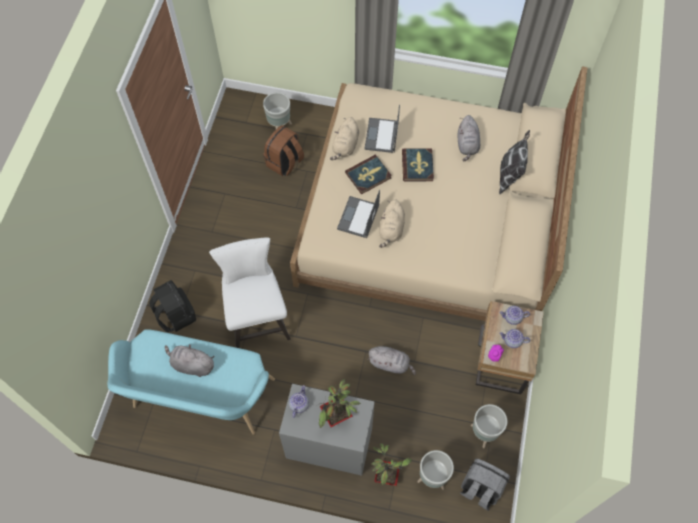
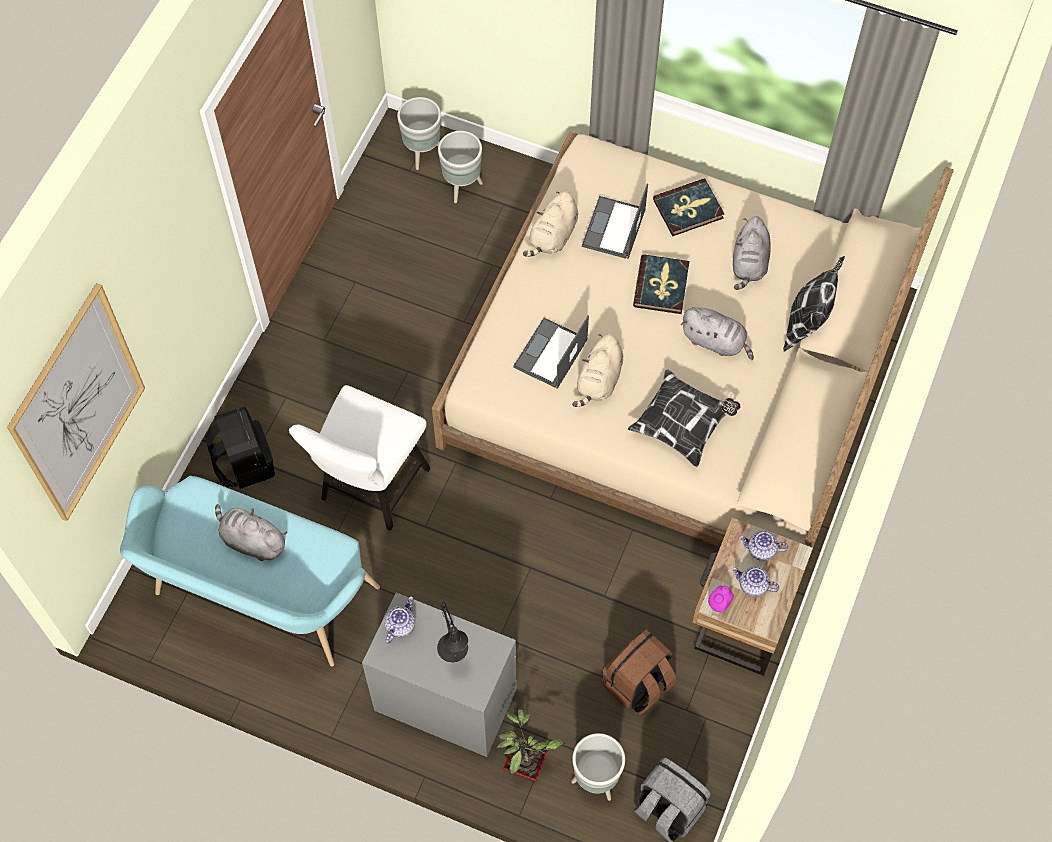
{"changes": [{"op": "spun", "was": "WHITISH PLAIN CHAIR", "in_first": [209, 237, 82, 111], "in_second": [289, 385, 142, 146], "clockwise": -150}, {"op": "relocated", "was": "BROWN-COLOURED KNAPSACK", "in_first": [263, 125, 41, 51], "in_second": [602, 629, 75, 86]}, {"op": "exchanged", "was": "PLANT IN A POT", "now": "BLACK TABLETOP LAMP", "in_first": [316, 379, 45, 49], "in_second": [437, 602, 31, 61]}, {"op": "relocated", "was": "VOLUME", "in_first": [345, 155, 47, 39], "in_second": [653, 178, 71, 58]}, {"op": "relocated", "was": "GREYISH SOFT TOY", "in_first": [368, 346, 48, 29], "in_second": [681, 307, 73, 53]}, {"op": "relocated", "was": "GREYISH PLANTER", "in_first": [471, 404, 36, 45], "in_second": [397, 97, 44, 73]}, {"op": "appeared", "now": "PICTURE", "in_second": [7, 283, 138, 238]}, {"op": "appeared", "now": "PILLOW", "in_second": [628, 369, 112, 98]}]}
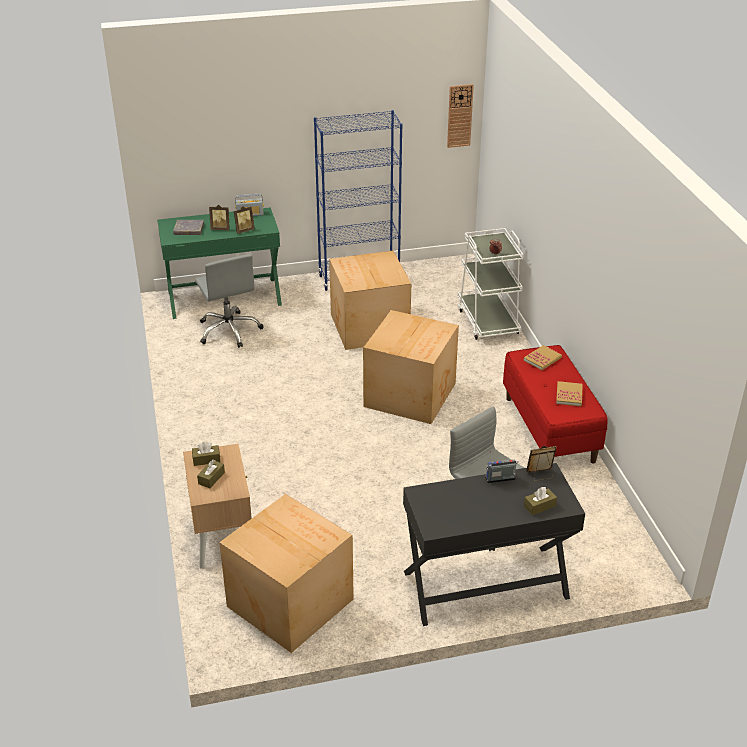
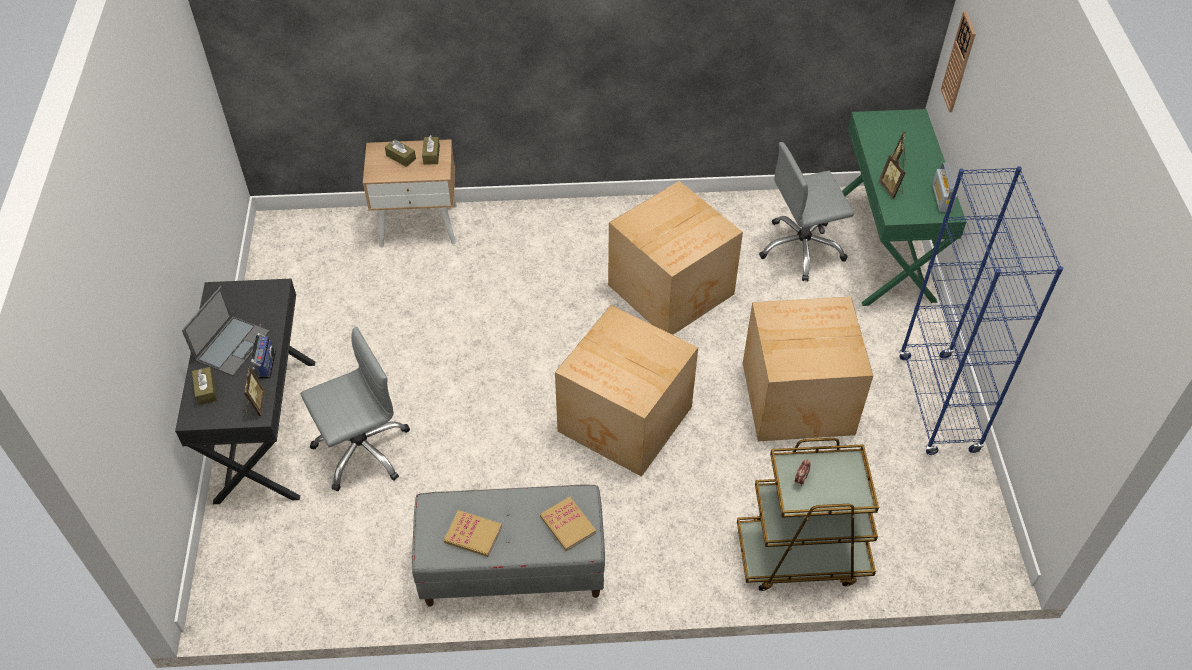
{"changes": [{"op": "missing", "was": "GREYISH VOLUME", "in_first": [173, 220, 31, 15]}, {"op": "relocated", "was": "CARDBOARD BOX", "in_first": [219, 494, 135, 159], "in_second": [608, 181, 135, 154]}, {"op": "relocated", "was": "HANGING CLOCK", "in_first": [447, 84, 27, 64], "in_second": [941, 11, 35, 101]}, {"op": "colour", "was": "WHITISH TROLLEY", "now": "BROWN-COLOURED TROLLEY", "in_first": [457, 228, 66, 112], "in_second": [737, 438, 142, 153]}, {"op": "colour", "was": "RED BENCH", "now": "GREYISH BENCH", "in_first": [503, 345, 105, 119], "in_second": [412, 485, 193, 122]}, {"op": "appeared", "now": "PORTABLE COMPUTER", "in_second": [182, 286, 88, 90]}]}
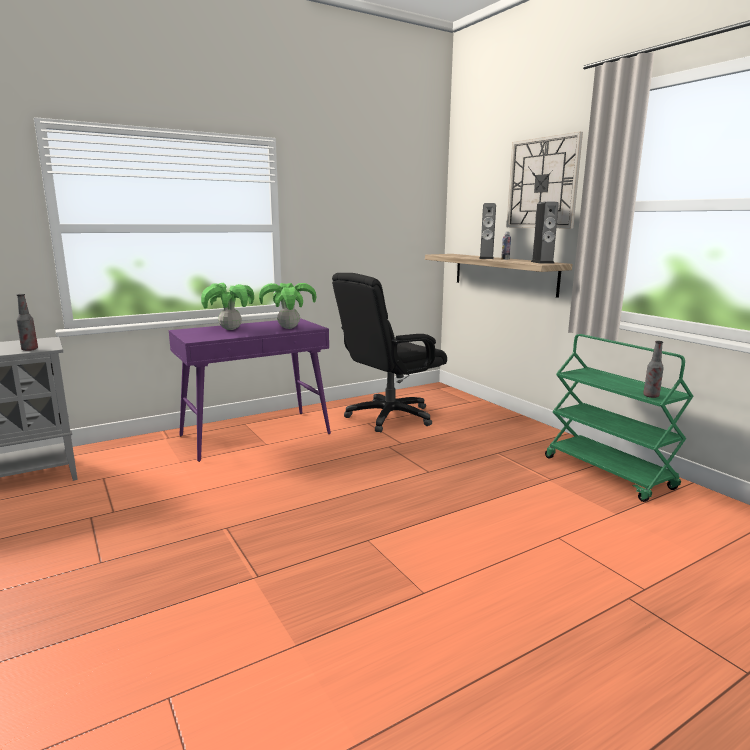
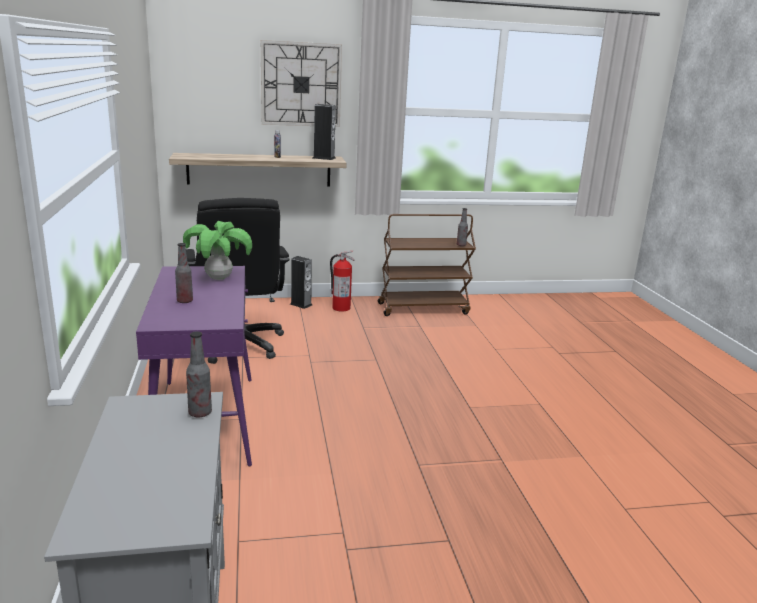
{"changes": [{"op": "exchanged", "was": "PLANT IN A POT", "now": "BEVERAGE BOTTLE", "in_first": [201, 283, 53, 47], "in_second": [175, 243, 18, 60]}, {"op": "relocated", "was": "LOUDSPEAKER", "in_first": [479, 203, 17, 56], "in_second": [290, 256, 22, 53]}, {"op": "colour", "was": "GREEN-COLOURED TROLLEY", "now": "BROWN-COLOURED TROLLEY", "in_first": [545, 334, 148, 168], "in_second": [378, 214, 98, 102]}, {"op": "appeared", "now": "FIRE EXTINGUISHER", "in_second": [330, 251, 24, 61]}]}
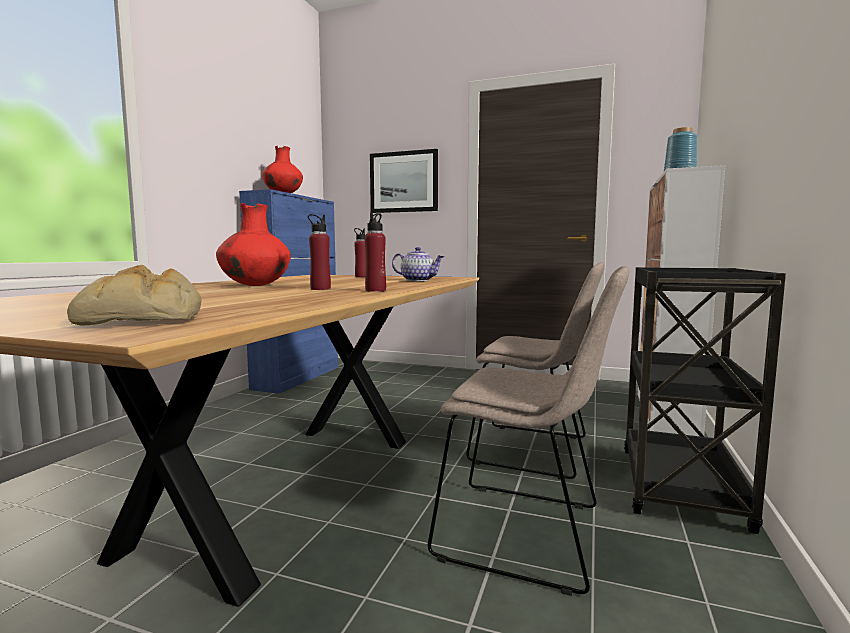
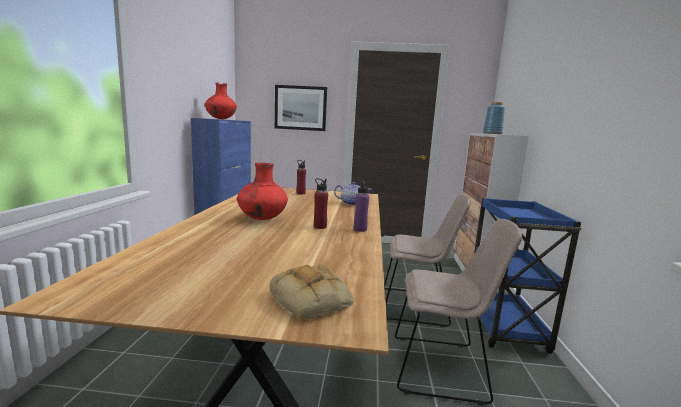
{"changes": [{"op": "colour", "was": "RED BEVERAGE BOTTLE", "now": "PURPLE BEVERAGE BOTTLE", "in_first": [365, 213, 21, 79], "in_second": [354, 180, 15, 52]}, {"op": "colour", "was": "BLACK TROLLEY", "now": "BLUISH TROLLEY", "in_first": [624, 267, 162, 267], "in_second": [474, 198, 107, 155]}]}
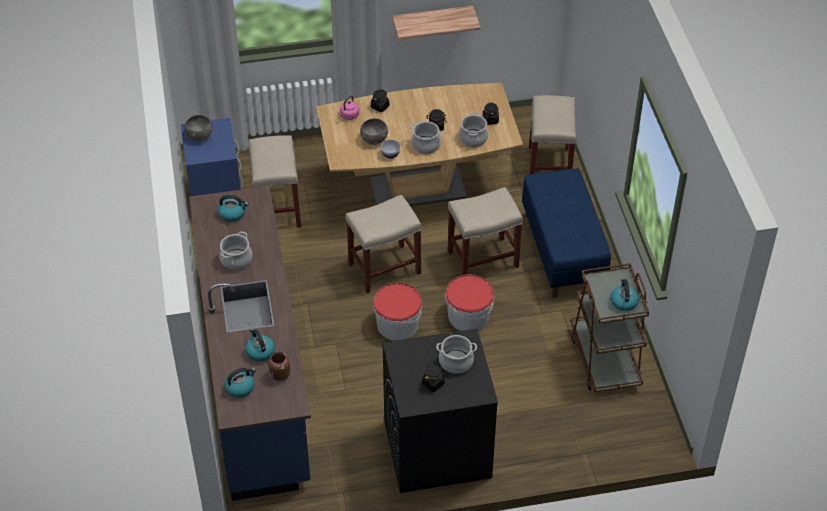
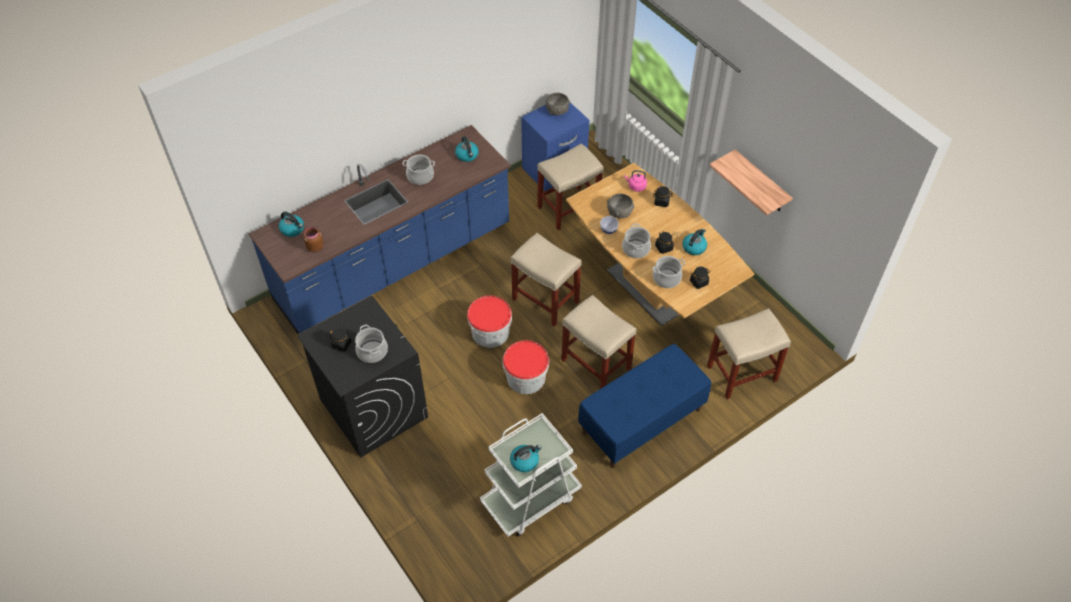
{"changes": [{"op": "relocated", "was": "TEA KETTLE", "in_first": [245, 328, 30, 34], "in_second": [682, 229, 25, 26]}, {"op": "colour", "was": "BROWN-COLOURED TROLLEY", "now": "WHITISH TROLLEY", "in_first": [570, 263, 79, 130], "in_second": [480, 413, 102, 124]}]}
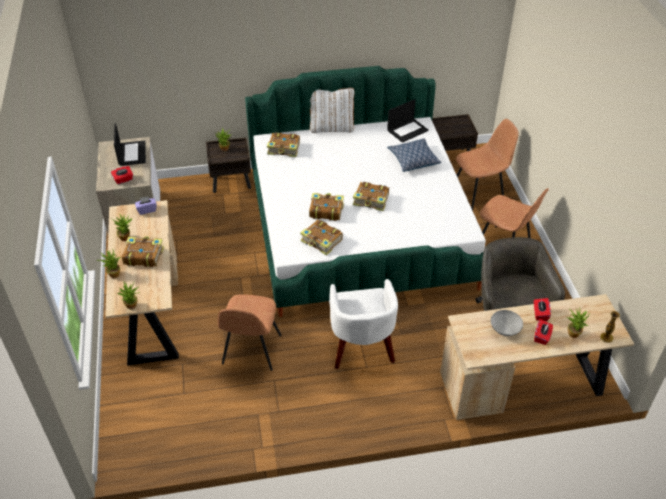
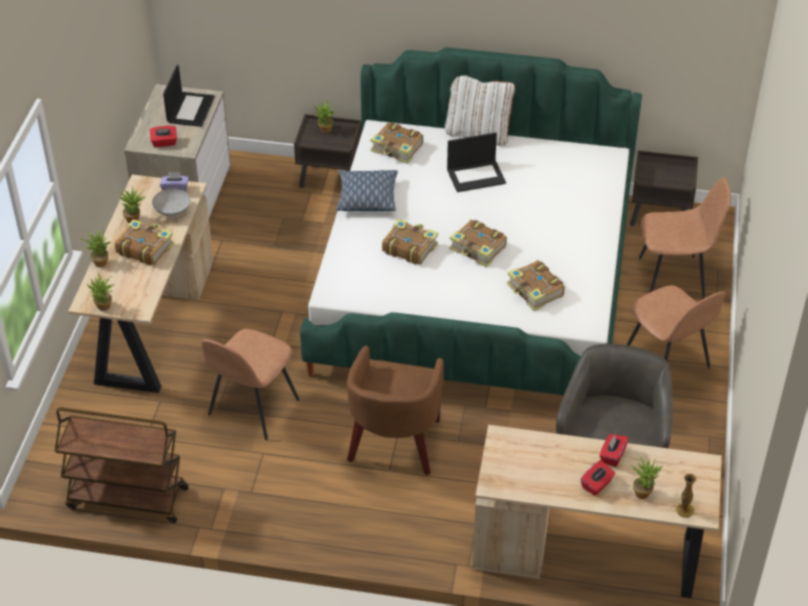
{"changes": [{"op": "relocated", "was": "VOLUME", "in_first": [300, 220, 43, 35], "in_second": [507, 260, 58, 51]}, {"op": "colour", "was": "WHITISH ARMCHAIR", "now": "BROWN-COLOURED ARMCHAIR", "in_first": [329, 279, 69, 90], "in_second": [347, 346, 97, 129]}, {"op": "relocated", "was": "PORTABLE COMPUTER", "in_first": [387, 99, 42, 44], "in_second": [447, 133, 59, 59]}, {"op": "relocated", "was": "PILLOW", "in_first": [387, 138, 54, 34], "in_second": [336, 170, 62, 41]}, {"op": "relocated", "was": "GREYISH DEEP DISH", "in_first": [491, 310, 32, 26], "in_second": [152, 188, 38, 28]}, {"op": "appeared", "now": "BROWN-COLOURED TROLLEY", "in_second": [55, 408, 134, 115]}]}
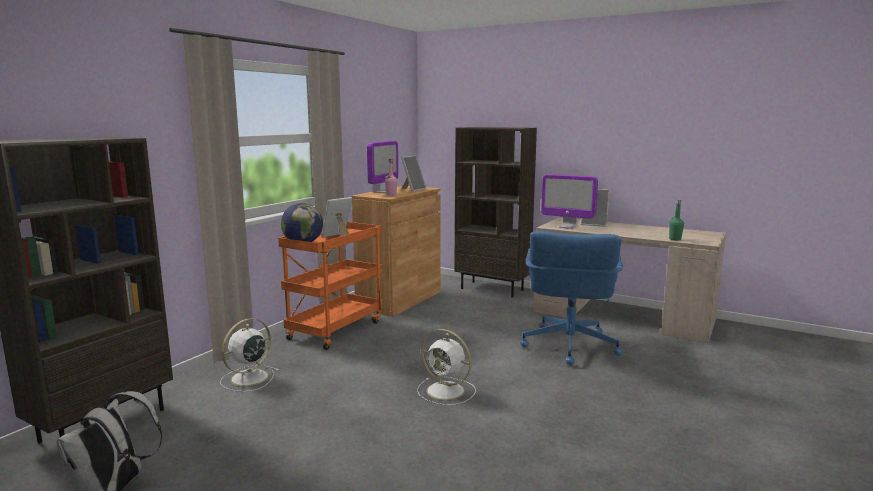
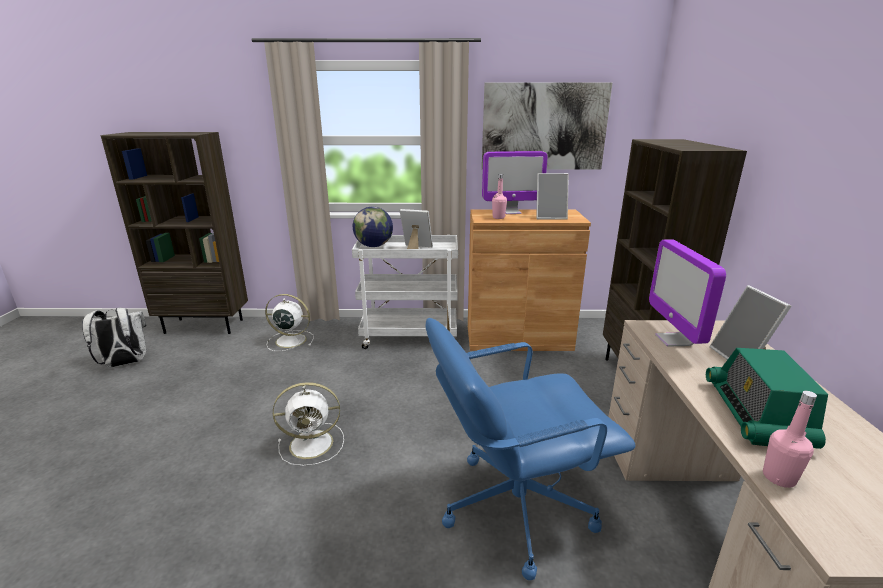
{"changes": [{"op": "colour", "was": "ORANGE-COLOURED TROLLEY", "now": "WHITISH TROLLEY", "in_first": [278, 222, 105, 128], "in_second": [352, 235, 106, 114]}, {"op": "spun", "was": "WHITISH COOLING FAN", "in_first": [417, 329, 59, 76], "in_second": [273, 382, 71, 84], "clockwise": -105}, {"op": "colour", "was": "GREEN-COLOURED BEVERAGE BOTTLE", "now": "PINK BEVERAGE BOTTLE", "in_first": [669, 200, 15, 41], "in_second": [763, 391, 54, 97]}, {"op": "appeared", "now": "PICTURE", "in_second": [482, 83, 130, 87]}, {"op": "appeared", "now": "RADIO RECEIVER", "in_second": [706, 348, 122, 101]}]}
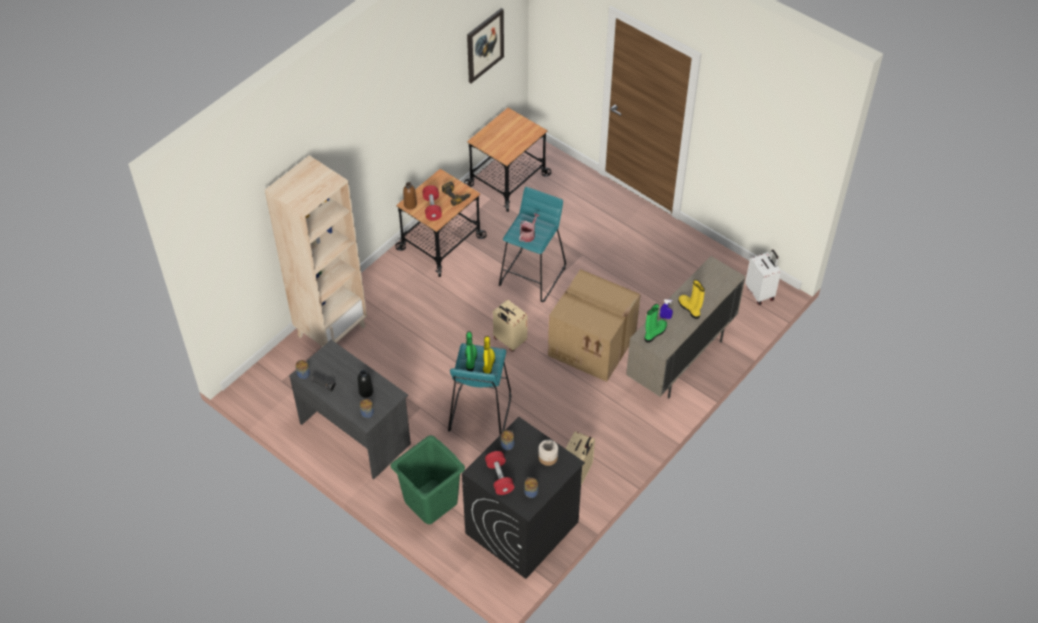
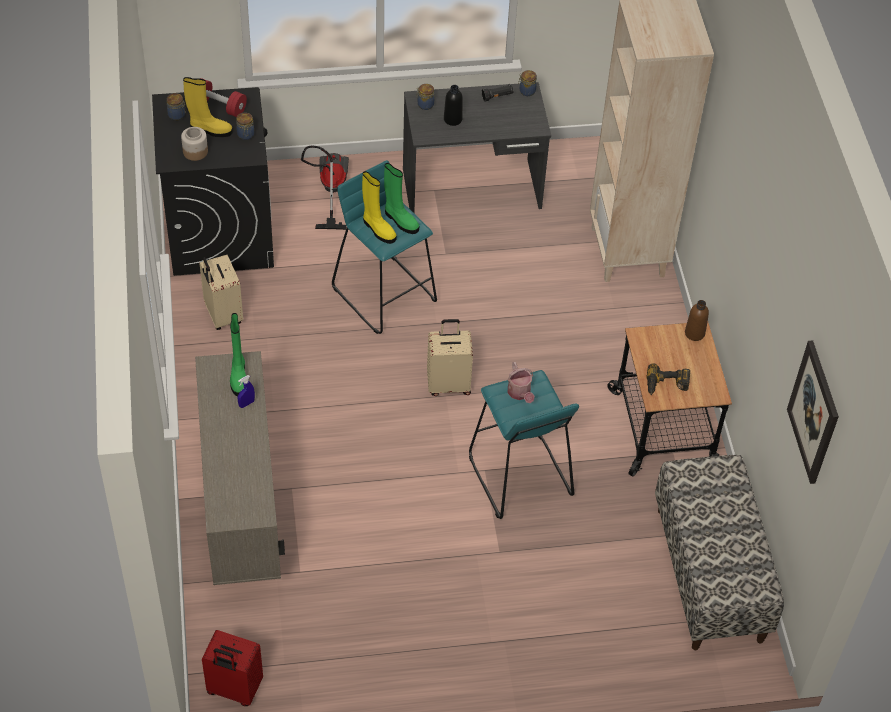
{"changes": [{"op": "exchanged", "was": "GREEN-COLOURED HAMPER", "now": "VACUUM", "in_first": [390, 435, 75, 89], "in_second": [301, 146, 48, 84]}, {"op": "missing", "was": "RED FREE WEIGHT", "in_first": [422, 185, 20, 36]}, {"op": "exchanged", "was": "TROLLEY", "now": "BENCH", "in_first": [464, 108, 87, 104], "in_second": [655, 455, 129, 195]}, {"op": "missing", "was": "CARDBOARD BOX", "in_first": [548, 269, 93, 113]}, {"op": "relocated", "was": "YELLOW BOOT", "in_first": [678, 280, 27, 39], "in_second": [183, 77, 50, 60]}, {"op": "colour", "was": "WHITISH PIECE OF LUGGAGE", "now": "RED PIECE OF LUGGAGE", "in_first": [745, 250, 36, 55], "in_second": [202, 630, 61, 76]}]}
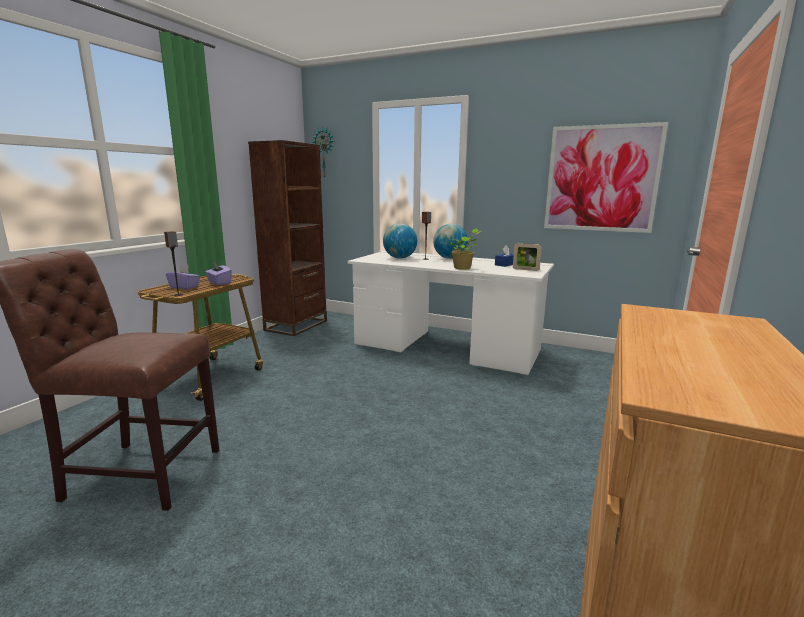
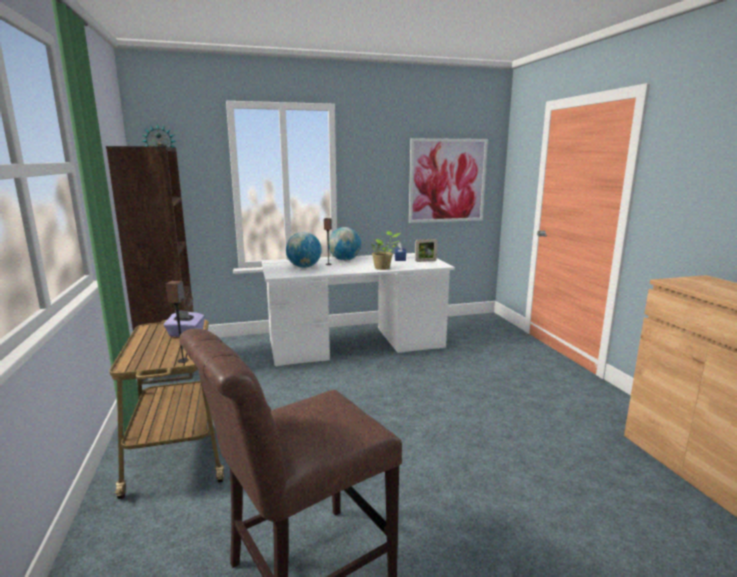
{"changes": [{"op": "missing", "was": "PURPLE TISSUE HOLDER", "in_first": [166, 265, 34, 25]}]}
